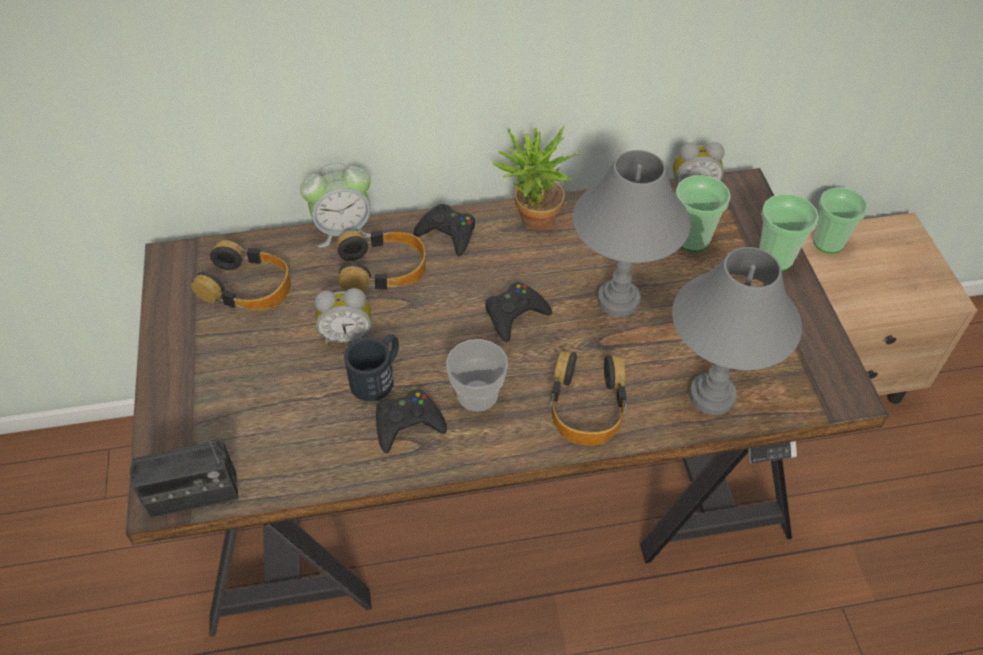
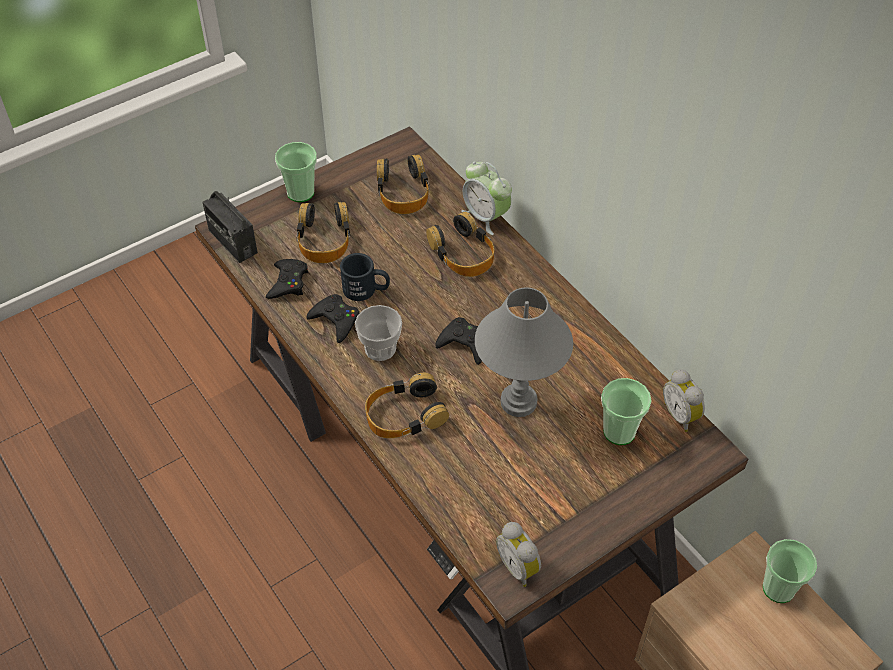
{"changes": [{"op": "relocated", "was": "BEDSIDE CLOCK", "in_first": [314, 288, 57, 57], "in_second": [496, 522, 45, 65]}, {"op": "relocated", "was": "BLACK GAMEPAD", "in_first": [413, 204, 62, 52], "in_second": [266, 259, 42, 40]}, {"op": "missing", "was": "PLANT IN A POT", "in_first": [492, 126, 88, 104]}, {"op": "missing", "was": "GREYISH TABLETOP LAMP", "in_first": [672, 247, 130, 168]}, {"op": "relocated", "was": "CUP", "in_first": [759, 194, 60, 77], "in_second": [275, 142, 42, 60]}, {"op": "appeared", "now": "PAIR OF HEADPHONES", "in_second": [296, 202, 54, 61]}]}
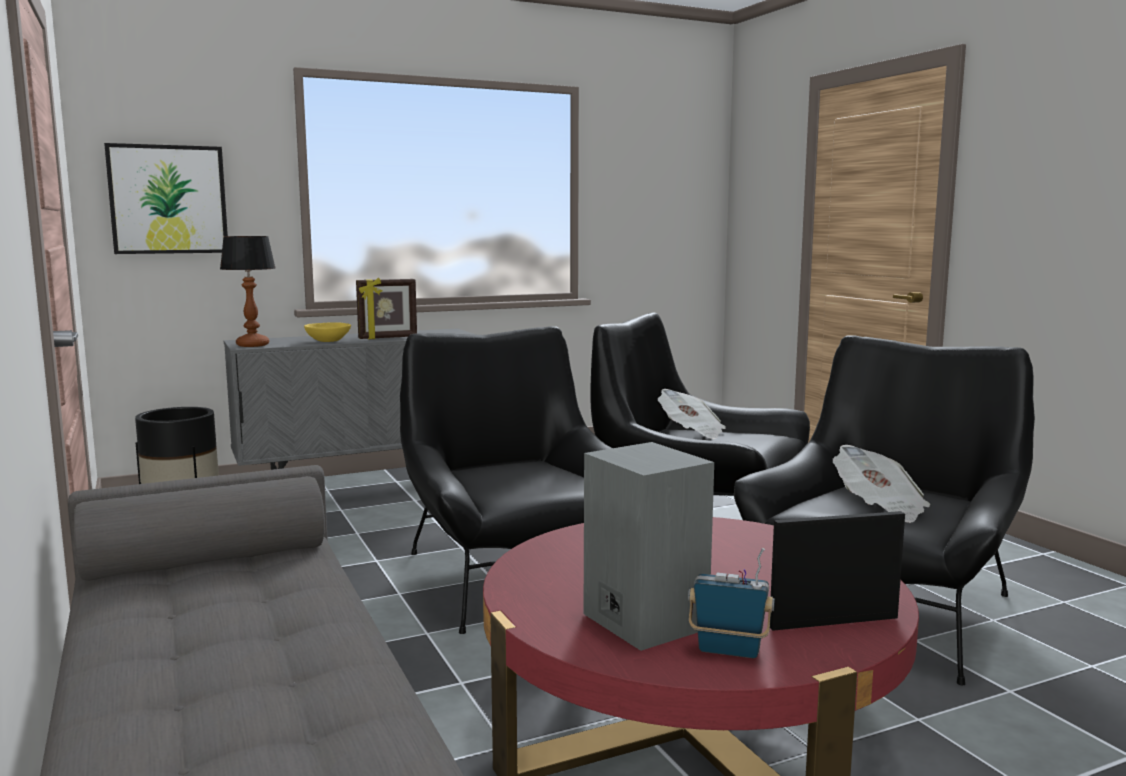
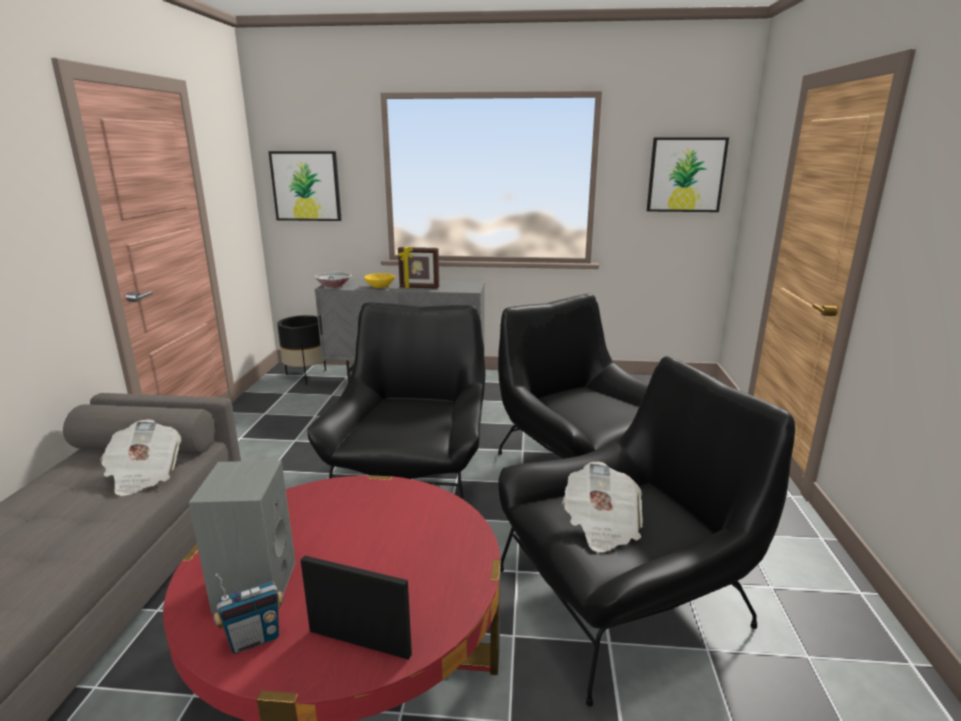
{"changes": [{"op": "exchanged", "was": "TABLETOP LAMP", "now": "DEEP DISH", "in_first": [220, 236, 55, 111], "in_second": [314, 272, 38, 16]}, {"op": "relocated", "was": "NEWSPAPER", "in_first": [658, 389, 68, 50], "in_second": [100, 420, 81, 76]}, {"op": "spun", "was": "RADIO RECEIVER", "in_first": [688, 548, 87, 110], "in_second": [213, 574, 71, 80], "clockwise": 105}, {"op": "appeared", "now": "PICTURE", "in_second": [647, 137, 82, 75]}]}
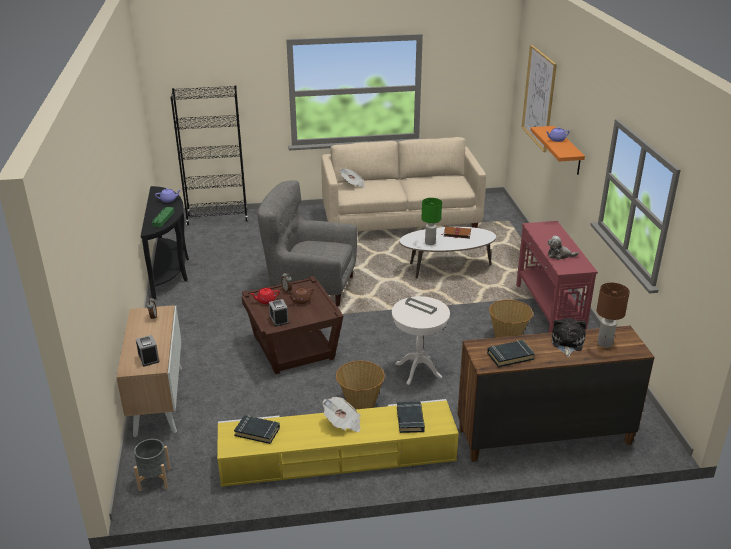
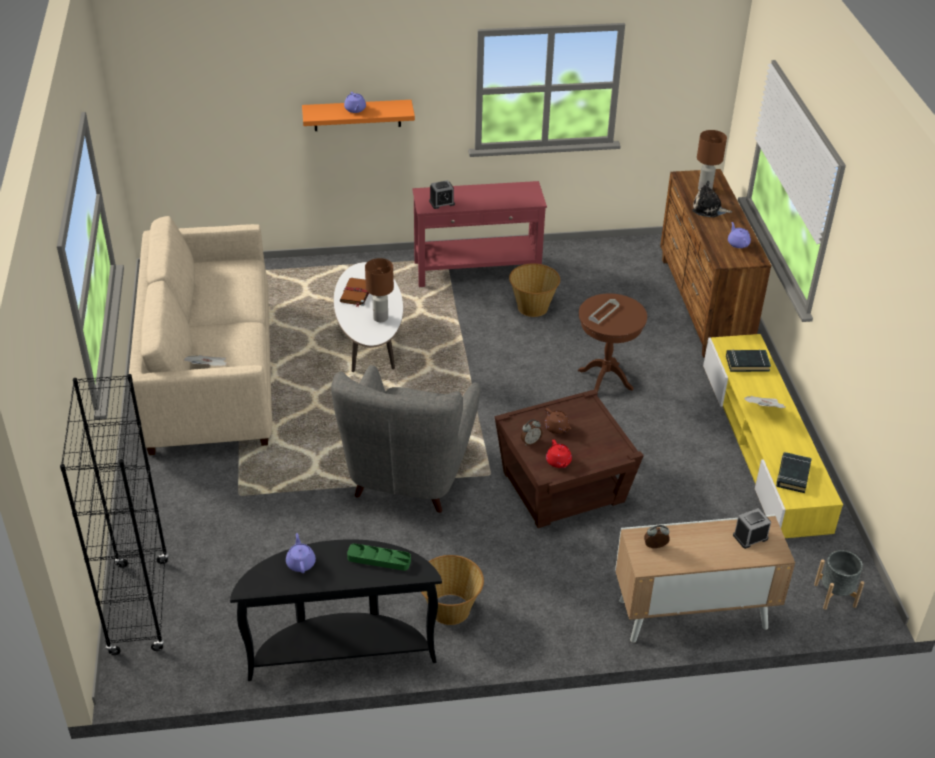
{"changes": [{"op": "relocated", "was": "BEDSIDE CLOCK", "in_first": [269, 299, 20, 27], "in_second": [429, 180, 26, 29]}, {"op": "relocated", "was": "STORAGE BASKET", "in_first": [336, 361, 49, 49], "in_second": [421, 555, 63, 70]}, {"op": "colour", "was": "WHITISH SIDE TABLE", "now": "BROWN-COLOURED SIDE TABLE", "in_first": [392, 296, 58, 89], "in_second": [578, 293, 69, 100]}, {"op": "colour", "was": "GREEN-COLOURED TABLETOP LAMP", "now": "BROWN-COLOURED TABLETOP LAMP", "in_first": [422, 198, 20, 47], "in_second": [365, 258, 29, 64]}, {"op": "exchanged", "was": "BLACK VOLUME", "now": "PURPLE TEAPOT", "in_first": [487, 340, 48, 27], "in_second": [728, 222, 23, 26]}, {"op": "missing", "was": "PICTURE", "in_first": [522, 45, 35, 107]}, {"op": "missing", "was": "SOFT TOY", "in_first": [548, 236, 31, 24]}]}
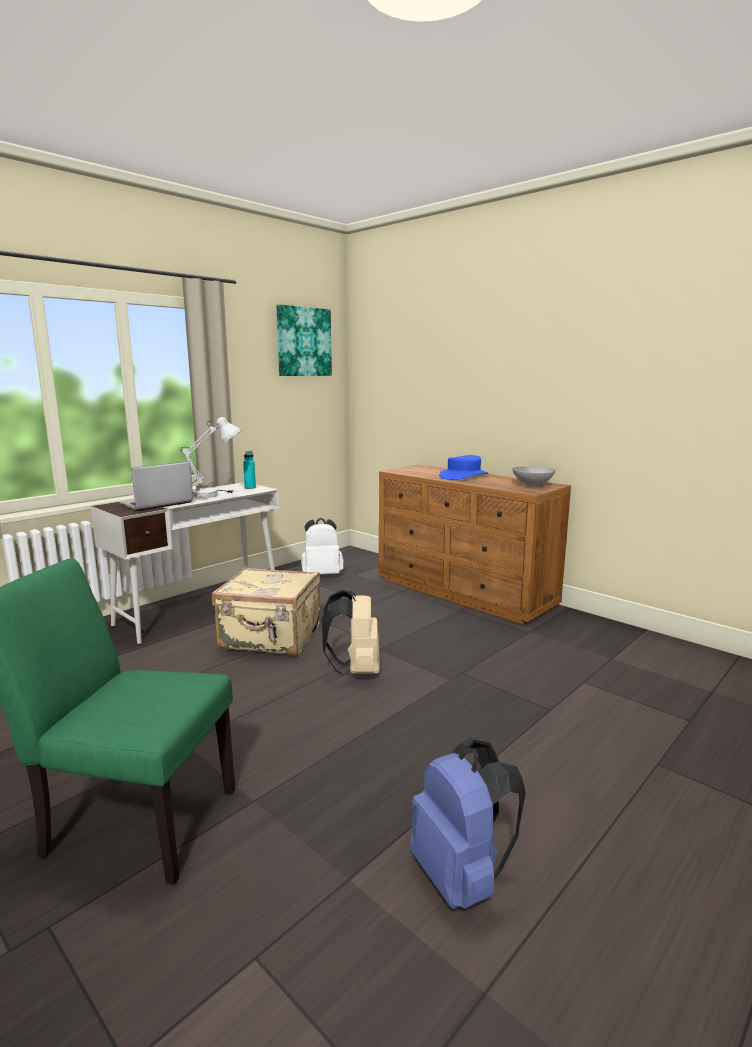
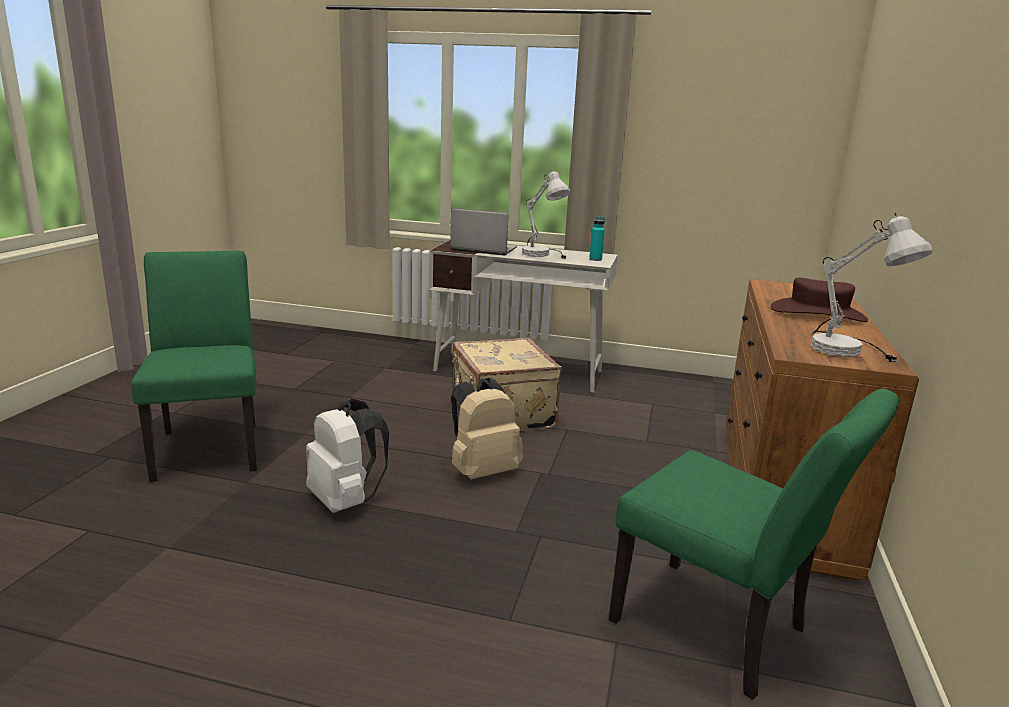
{"changes": [{"op": "missing", "was": "PICTURE", "in_first": [276, 304, 56, 72]}, {"op": "relocated", "was": "WHITISH KNAPSACK", "in_first": [301, 518, 42, 56], "in_second": [306, 399, 83, 114]}, {"op": "missing", "was": "BLUISH KNAPSACK", "in_first": [409, 738, 117, 171]}, {"op": "colour", "was": "BLUISH WEARABLE HAT", "now": "BROWN-COLOURED WEARABLE HAT", "in_first": [439, 455, 50, 25], "in_second": [770, 278, 98, 44]}, {"op": "exchanged", "was": "GREYISH DEEP DISH", "now": "WHITISH TABLETOP LAMP", "in_first": [512, 466, 43, 20], "in_second": [811, 213, 121, 149]}, {"op": "appeared", "now": "GREEN-COLOURED PLAIN CHAIR", "in_second": [609, 389, 290, 311]}]}
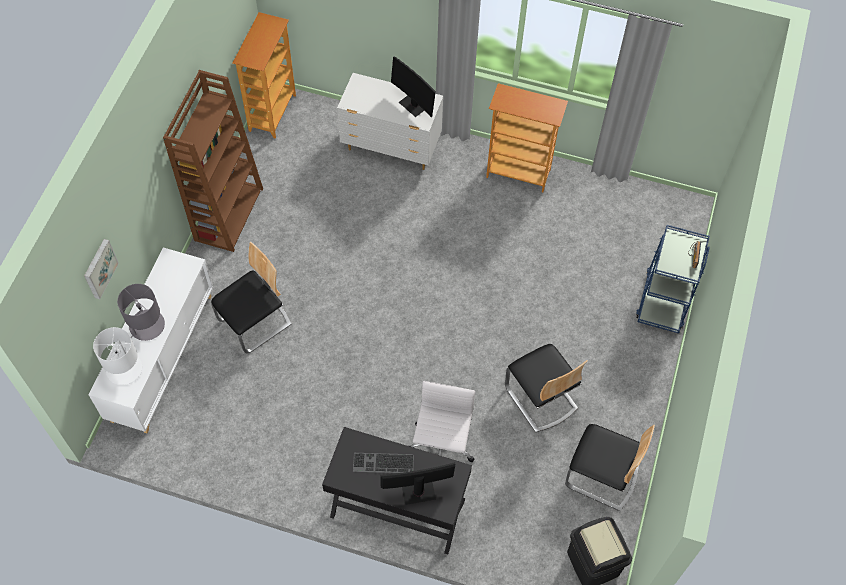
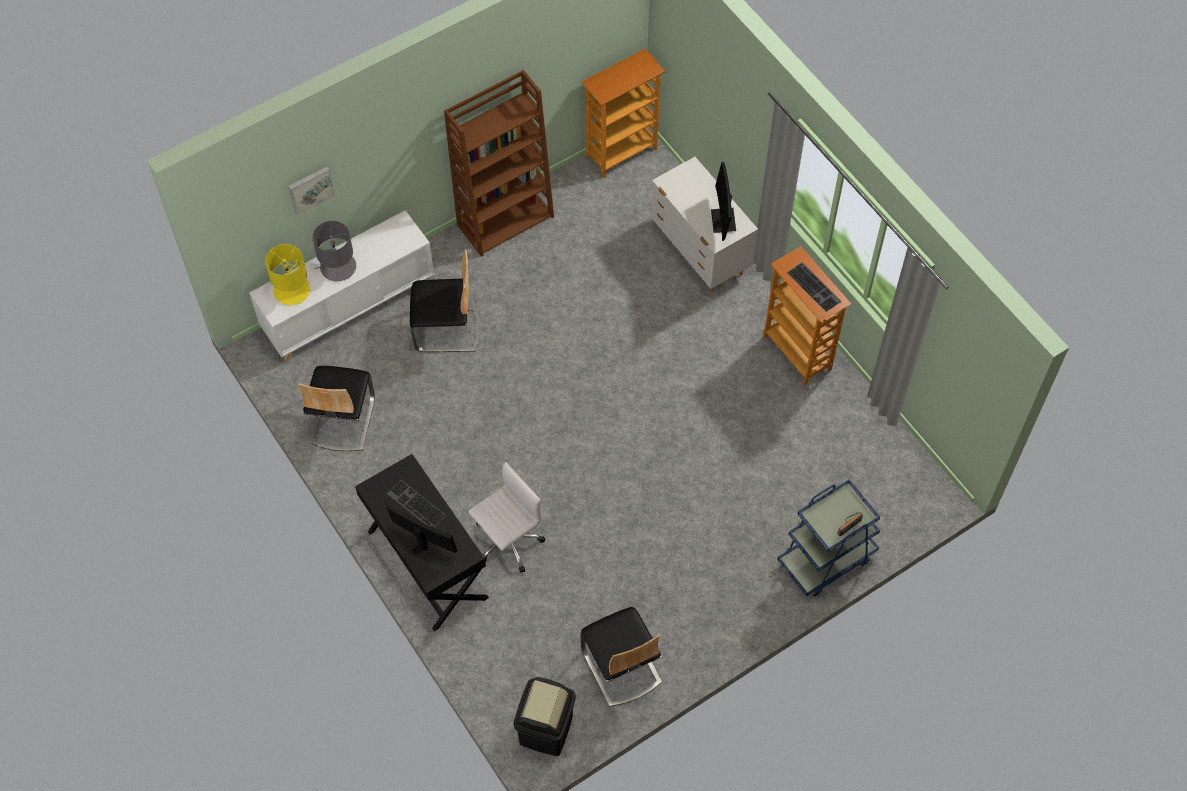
{"changes": [{"op": "colour", "was": "WHITISH TABLETOP LAMP", "now": "YELLOW TABLETOP LAMP", "in_first": [93, 327, 49, 58], "in_second": [265, 244, 45, 61]}, {"op": "relocated", "was": "PLAIN CHAIR", "in_first": [505, 344, 83, 88], "in_second": [298, 366, 77, 85]}, {"op": "appeared", "now": "KEYBOARD", "in_second": [787, 262, 54, 50]}]}
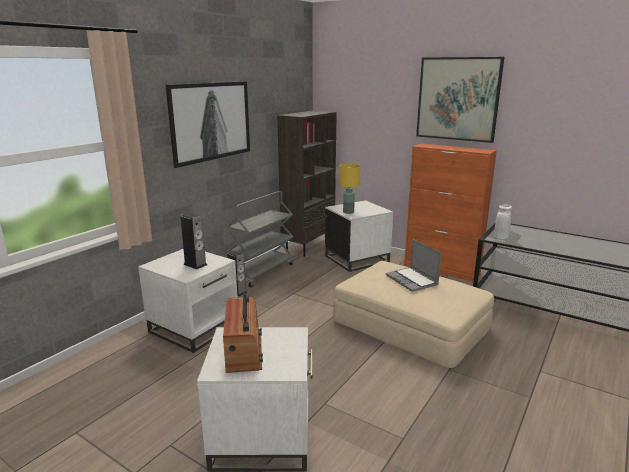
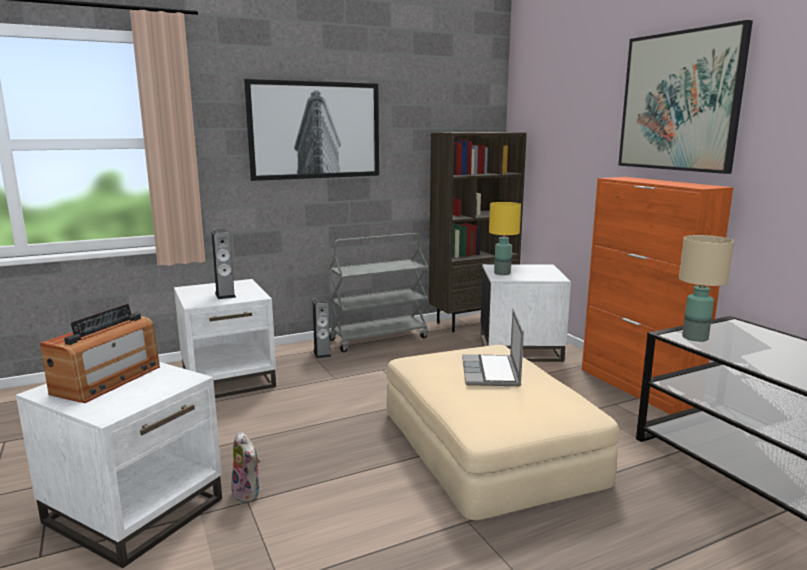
{"changes": [{"op": "exchanged", "was": "WHITISH VASE", "now": "BEIGE-COLOURED TABLETOP LAMP", "in_first": [494, 205, 18, 35], "in_second": [679, 235, 55, 107]}, {"op": "appeared", "now": "SOFT TOY", "in_second": [231, 431, 29, 72]}]}
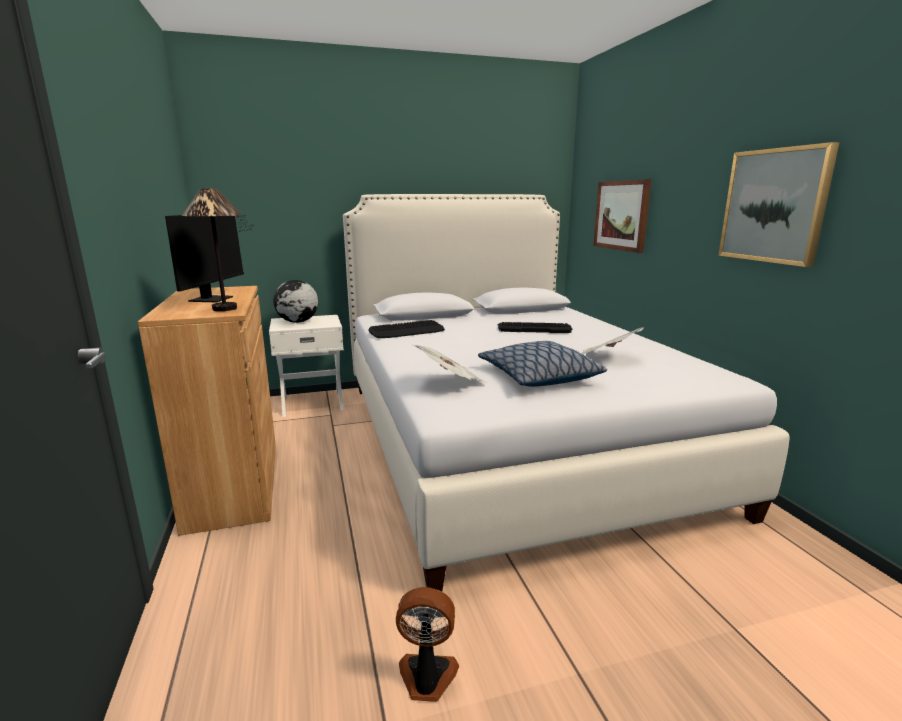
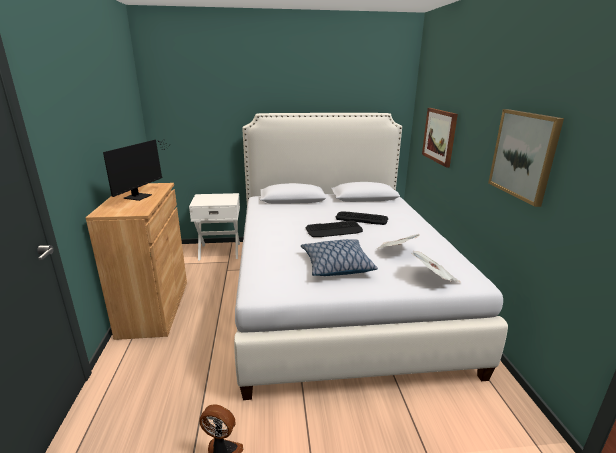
{"changes": [{"op": "missing", "was": "TABLETOP LAMP", "in_first": [182, 189, 59, 122]}, {"op": "missing", "was": "DESK GLOBE", "in_first": [273, 280, 45, 43]}, {"op": "relocated", "was": "KEYBOARD", "in_first": [368, 320, 77, 18], "in_second": [306, 221, 57, 16]}, {"op": "relocated", "was": "NEWSPAPER", "in_first": [413, 345, 75, 38], "in_second": [411, 251, 50, 31]}]}
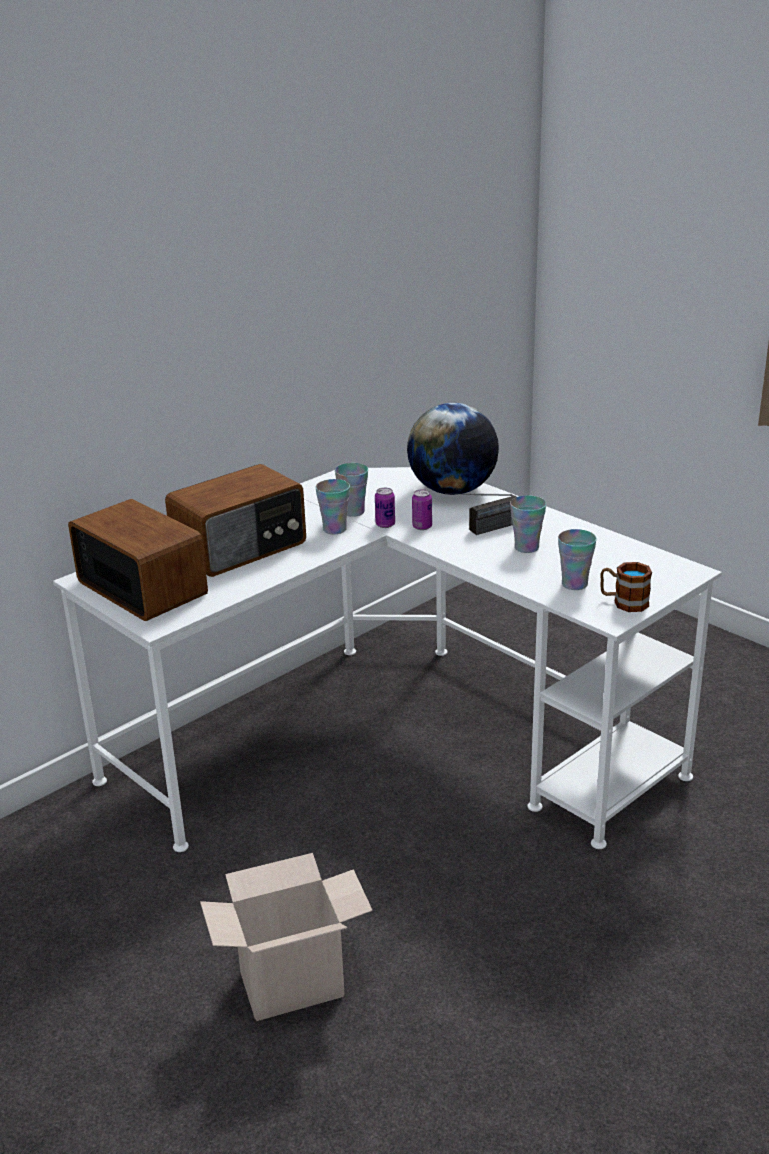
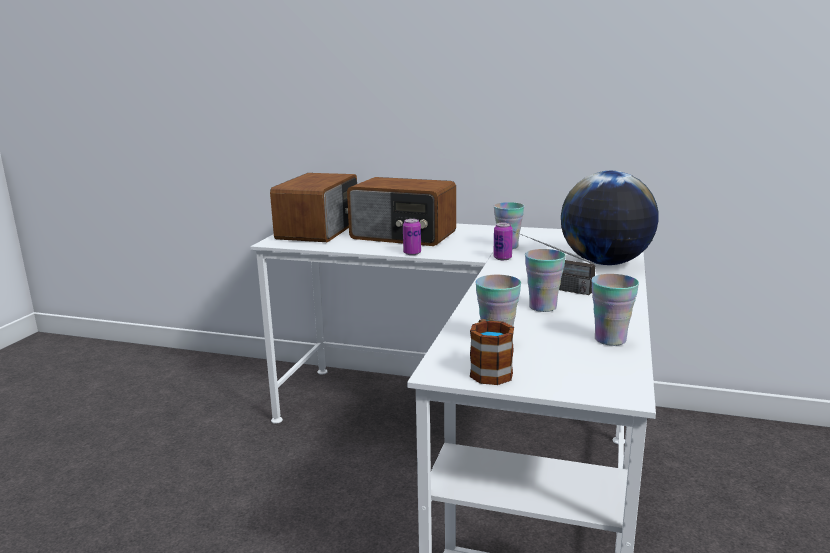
{"changes": [{"op": "missing", "was": "CARDBOARD BOX", "in_first": [200, 853, 173, 168]}, {"op": "relocated", "was": "CUP", "in_first": [315, 479, 35, 56], "in_second": [591, 274, 48, 72]}, {"op": "relocated", "was": "METAL CAN", "in_first": [412, 489, 20, 41], "in_second": [403, 219, 18, 36]}]}
